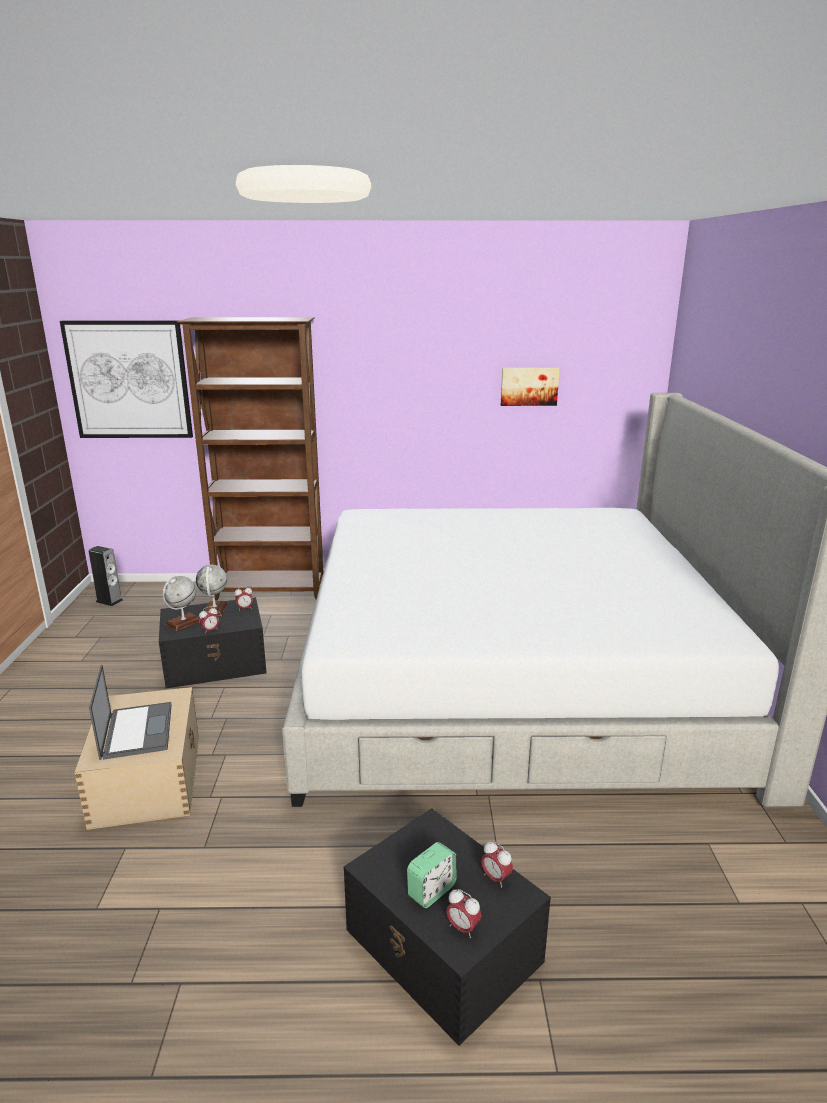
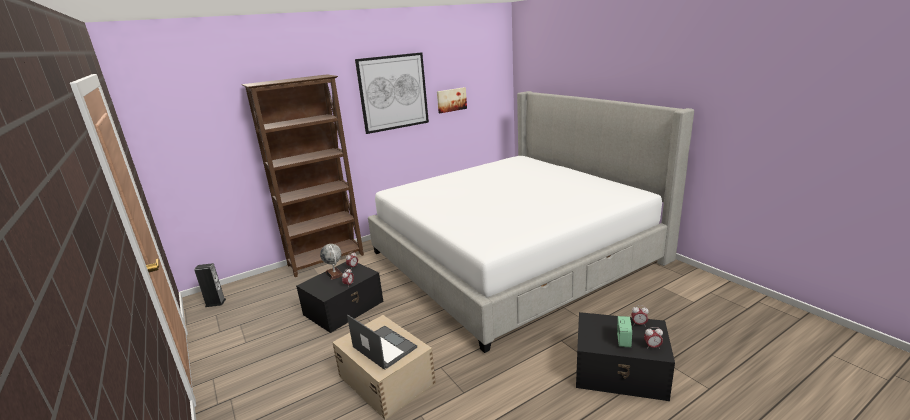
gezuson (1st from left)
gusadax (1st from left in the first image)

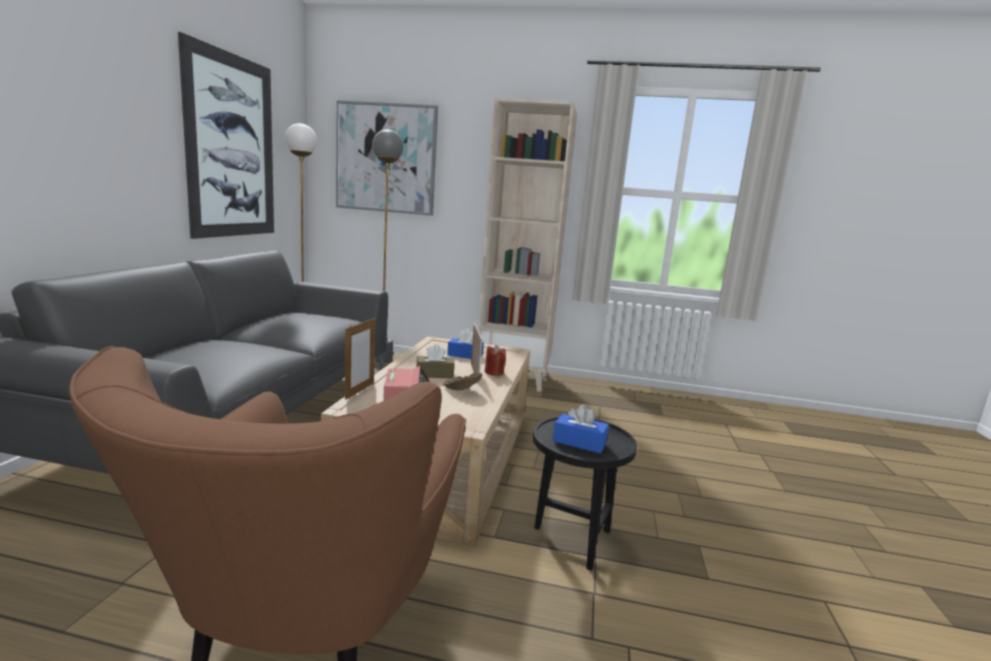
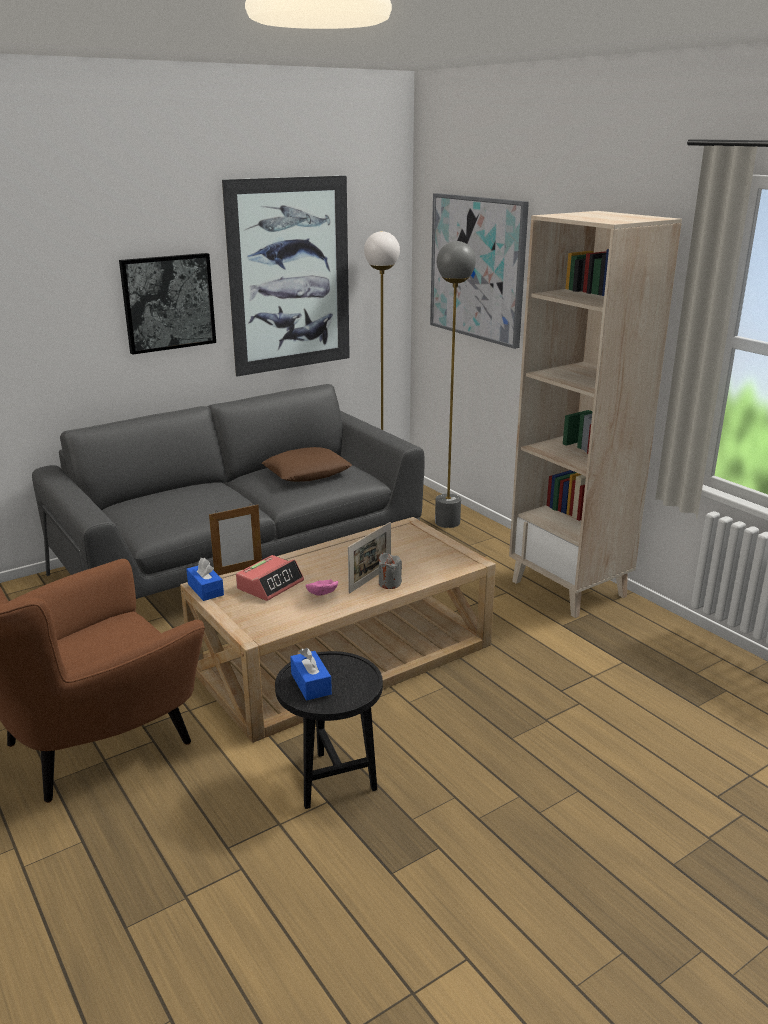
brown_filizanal
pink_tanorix
blue_filizanal (1st from left)
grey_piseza
gezuson (1st from left)
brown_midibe

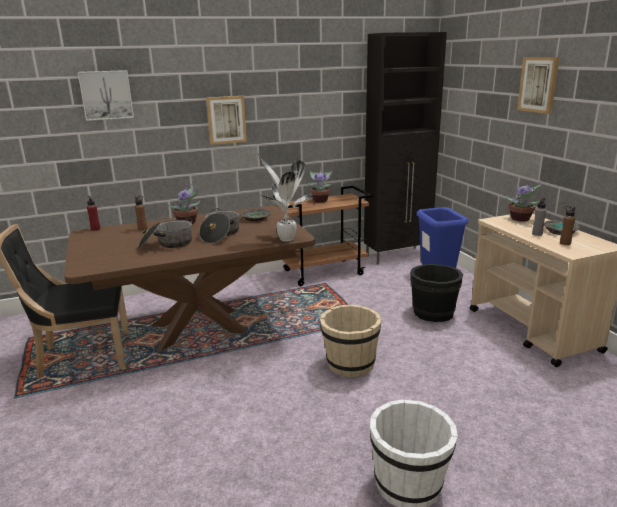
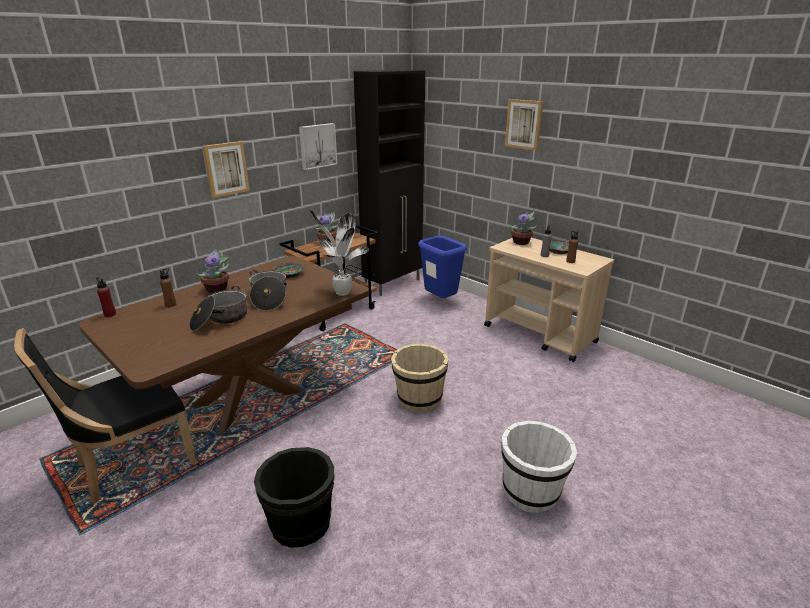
gezuson (2nd from left)
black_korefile

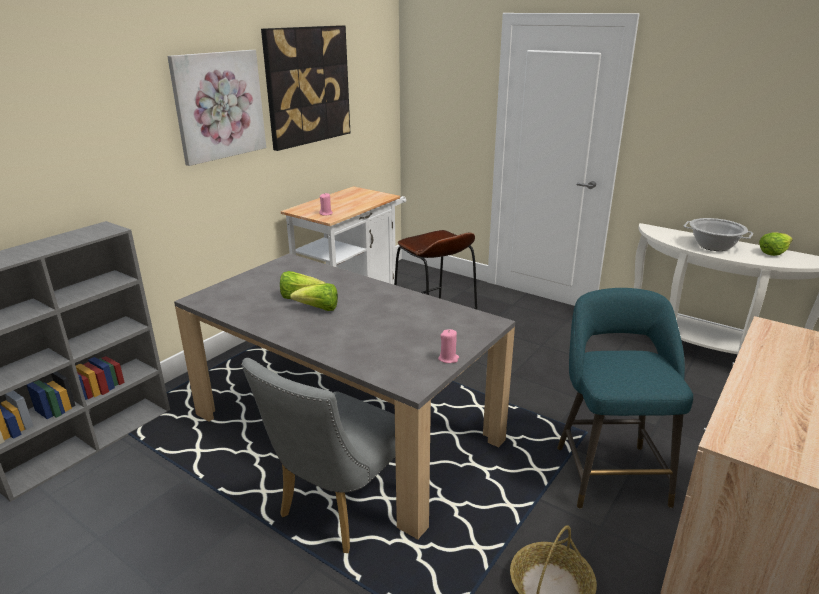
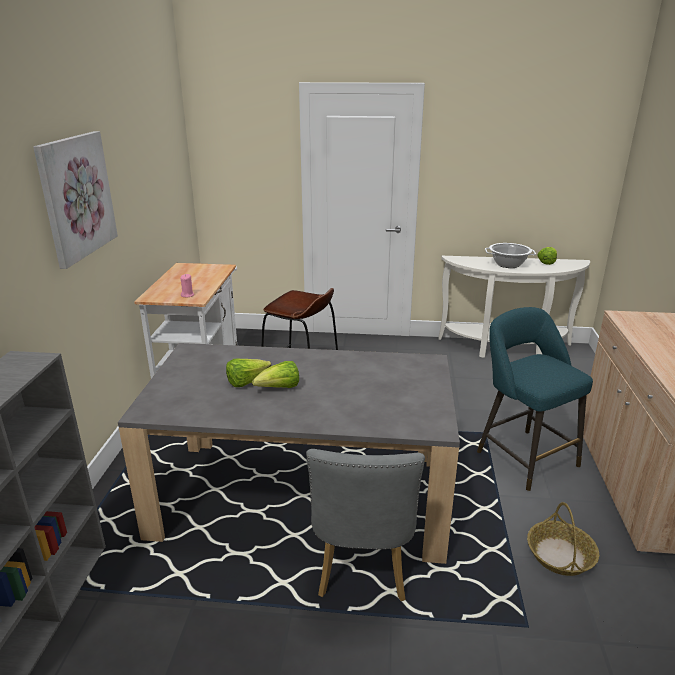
gezuson (2nd from left in the first image)
pink_piseza (2nd from left in the first image)

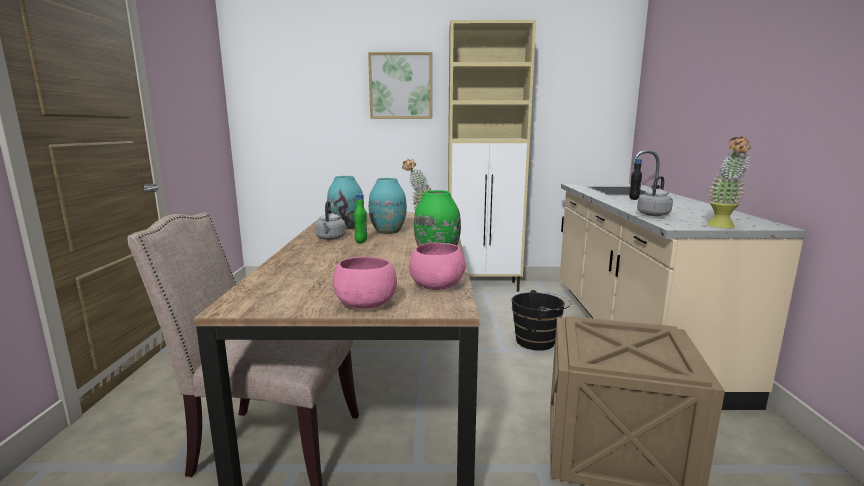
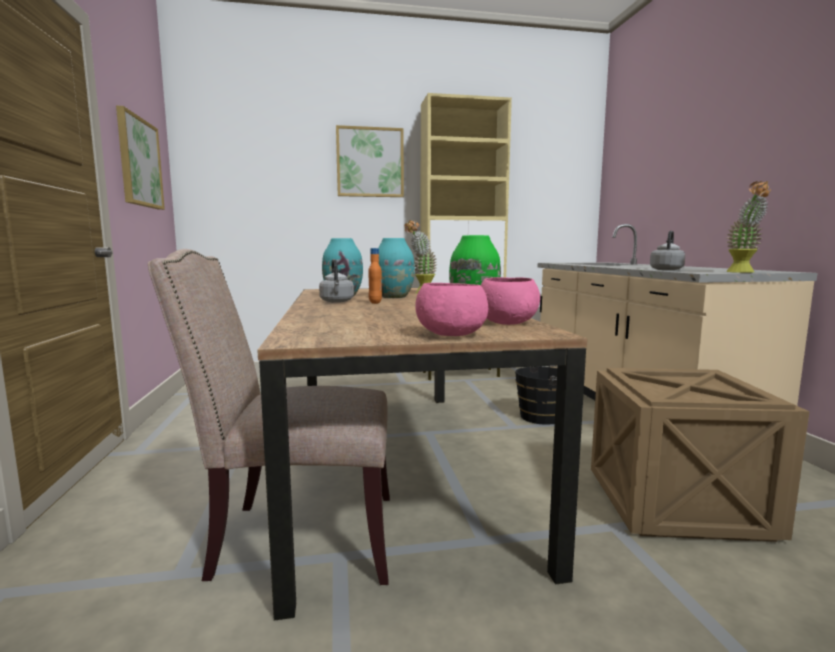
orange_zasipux
black_zasipux
gezuson (1st from left)

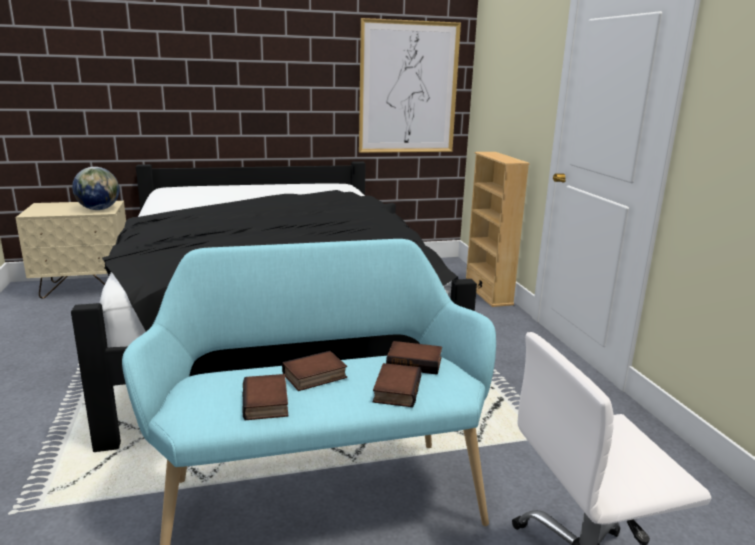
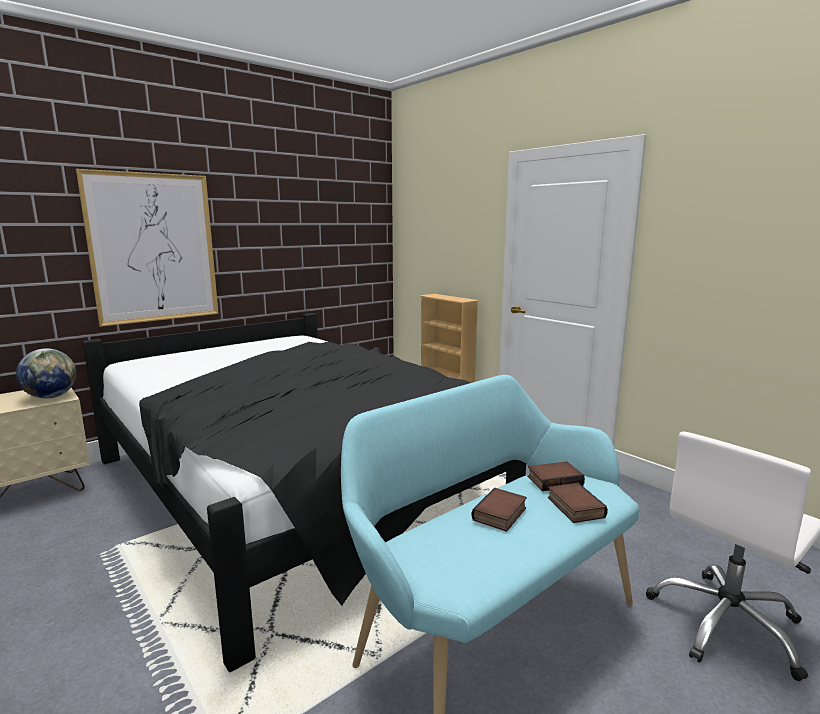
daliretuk (1st from left in the first image)
gezuson

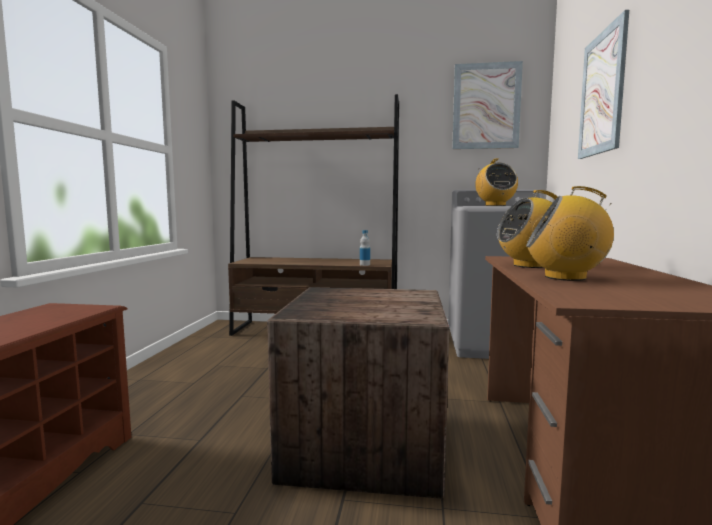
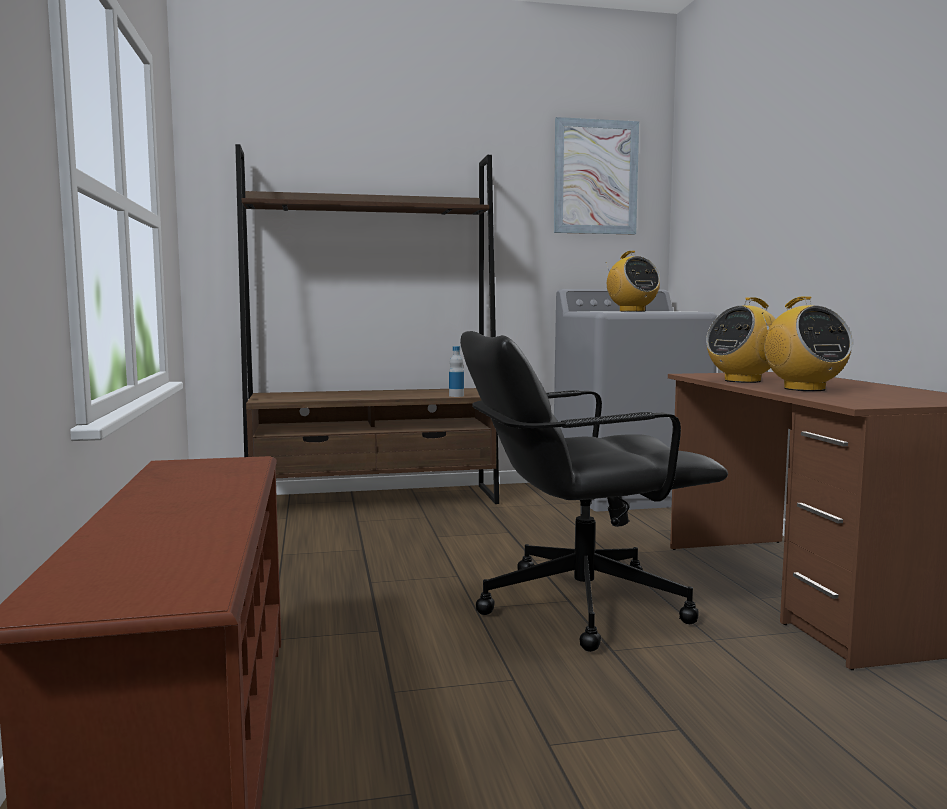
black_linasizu
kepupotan (3rd from left)
gezuson (2nd from left in the first image)

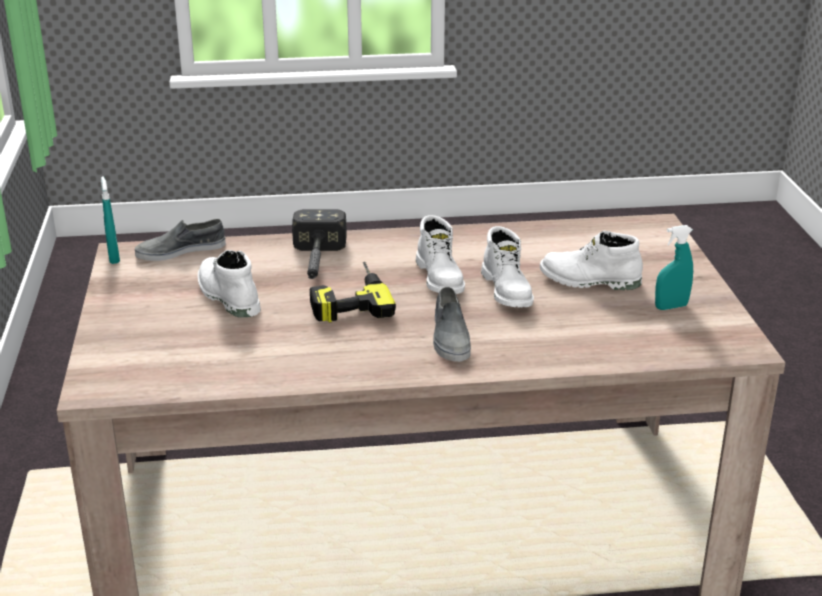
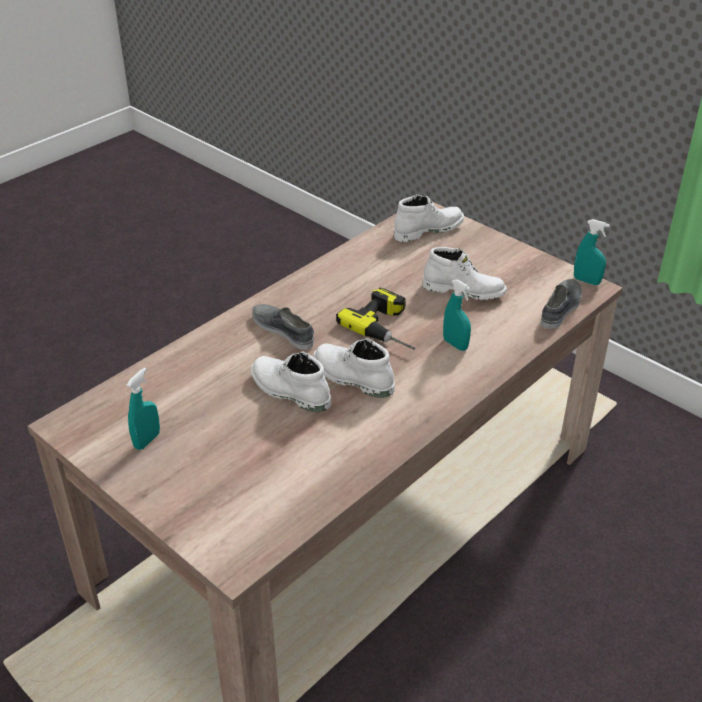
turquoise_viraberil (2nd from left)
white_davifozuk (3rd from left)

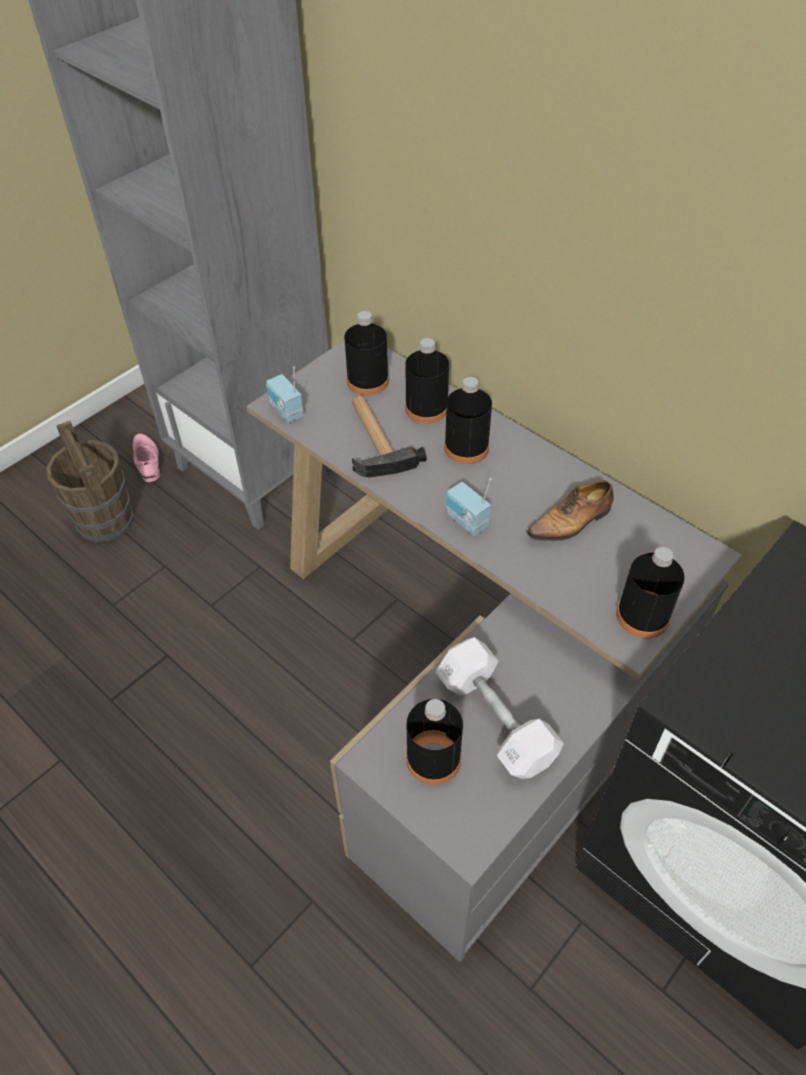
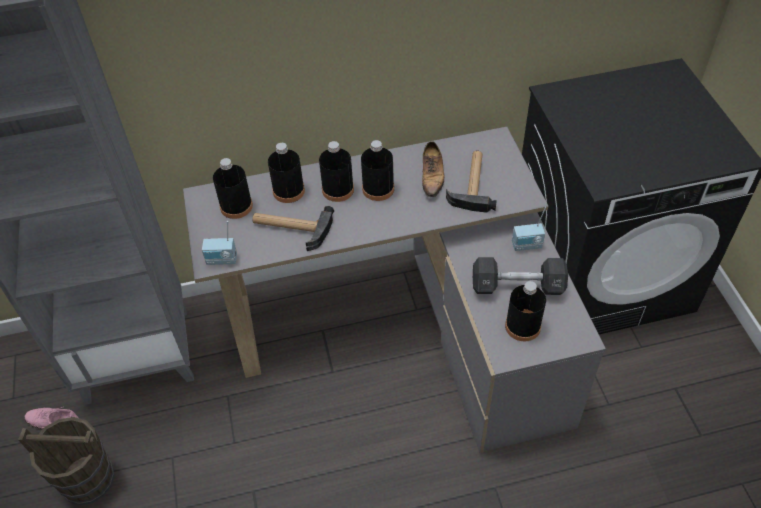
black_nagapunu
kepupotan (2nd from left)
black_zasipux (4th from left)
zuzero (2nd from left)

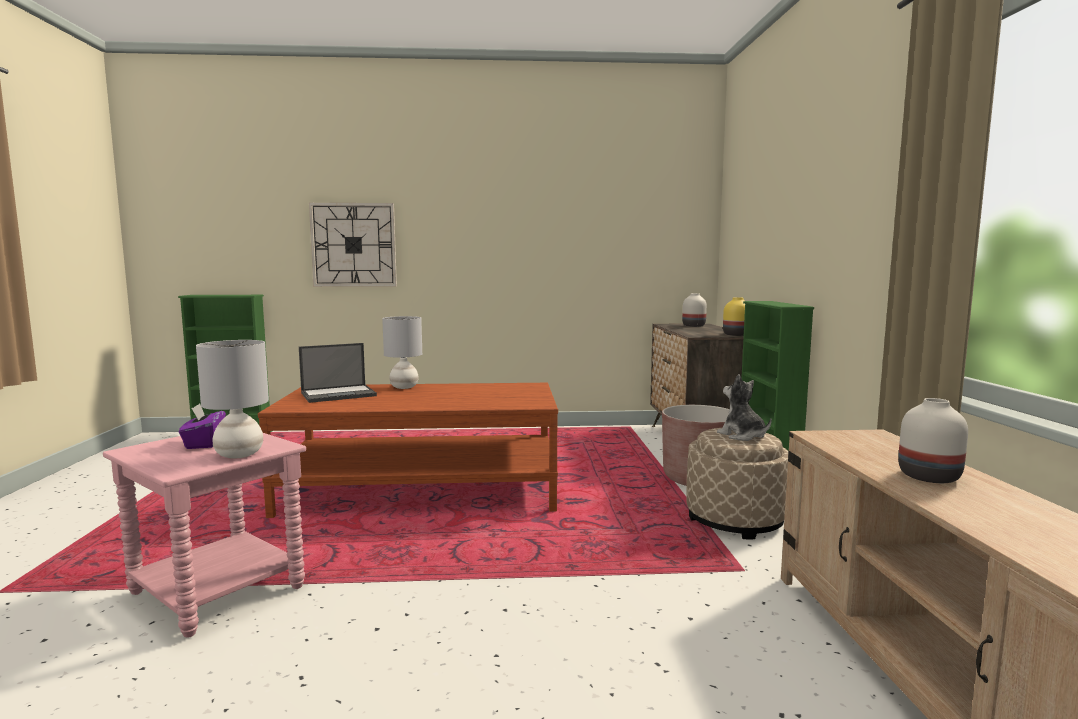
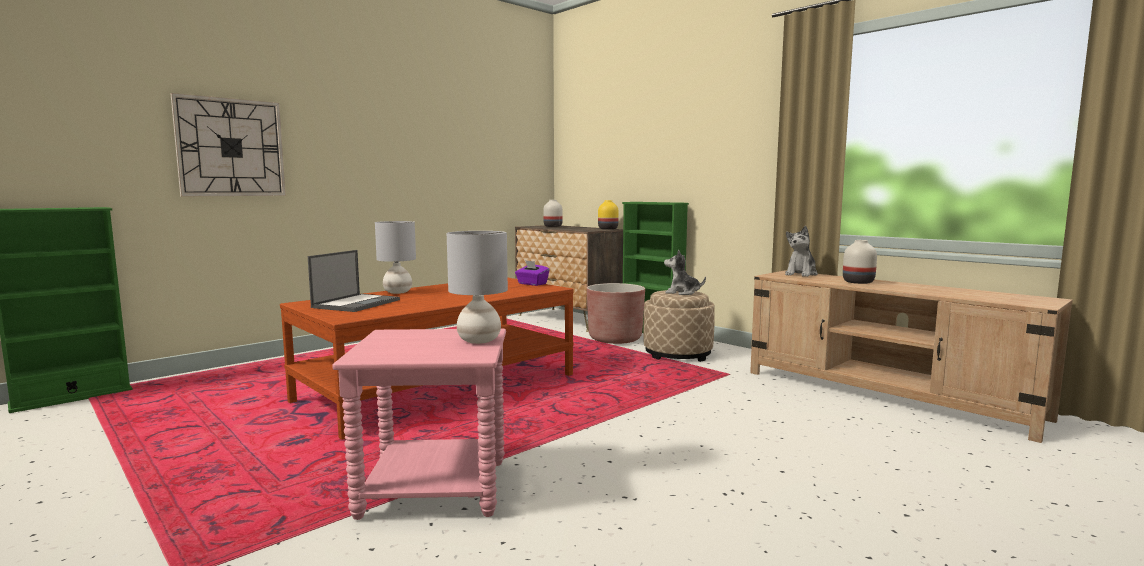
purple_filizanal
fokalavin (2nd from left)

